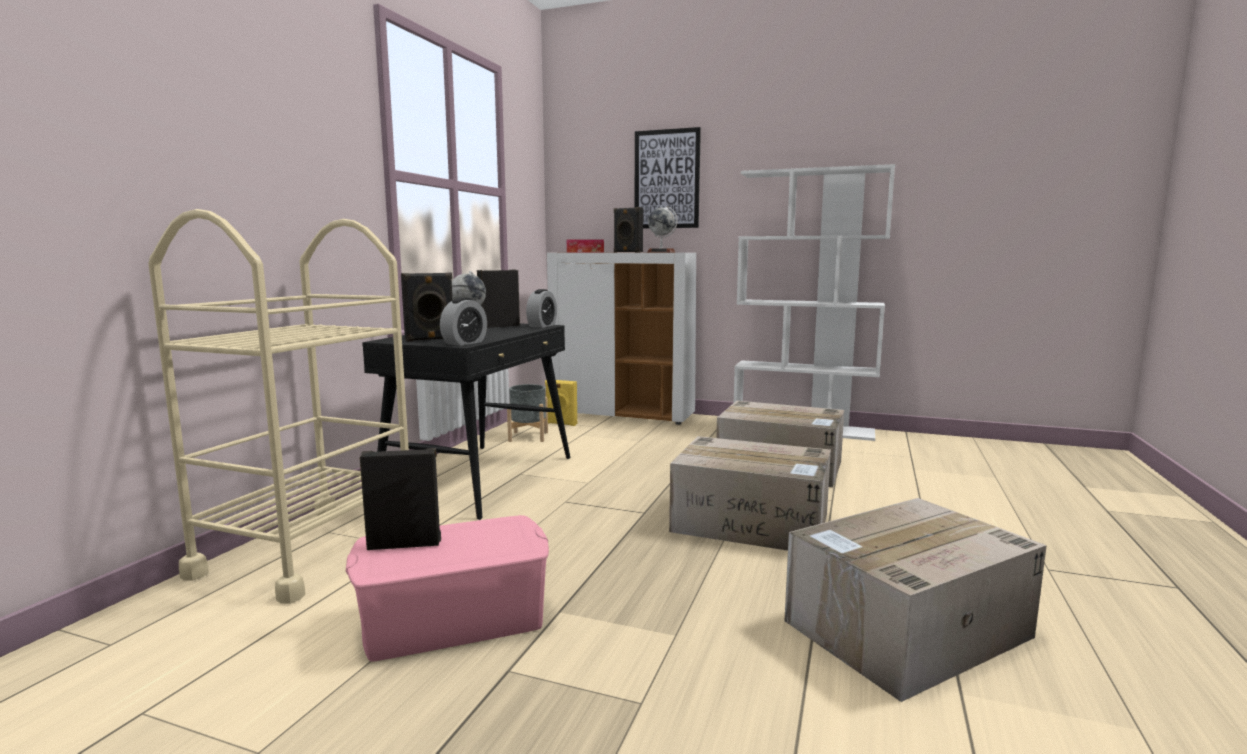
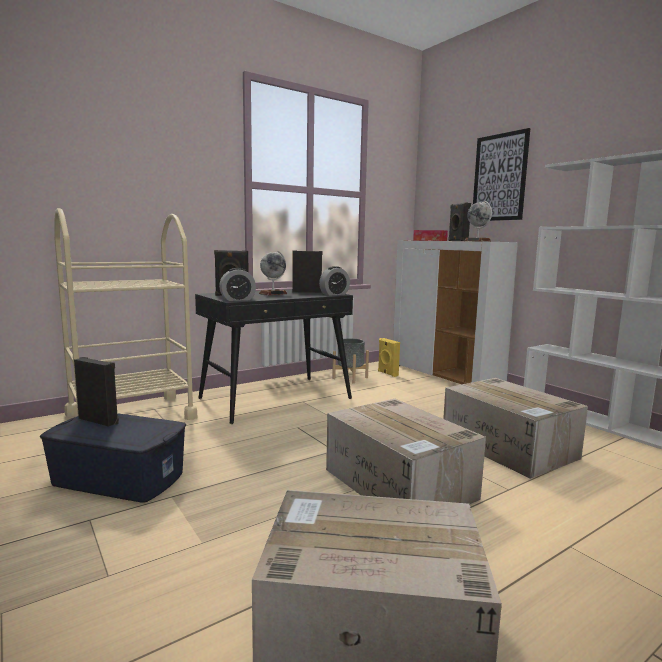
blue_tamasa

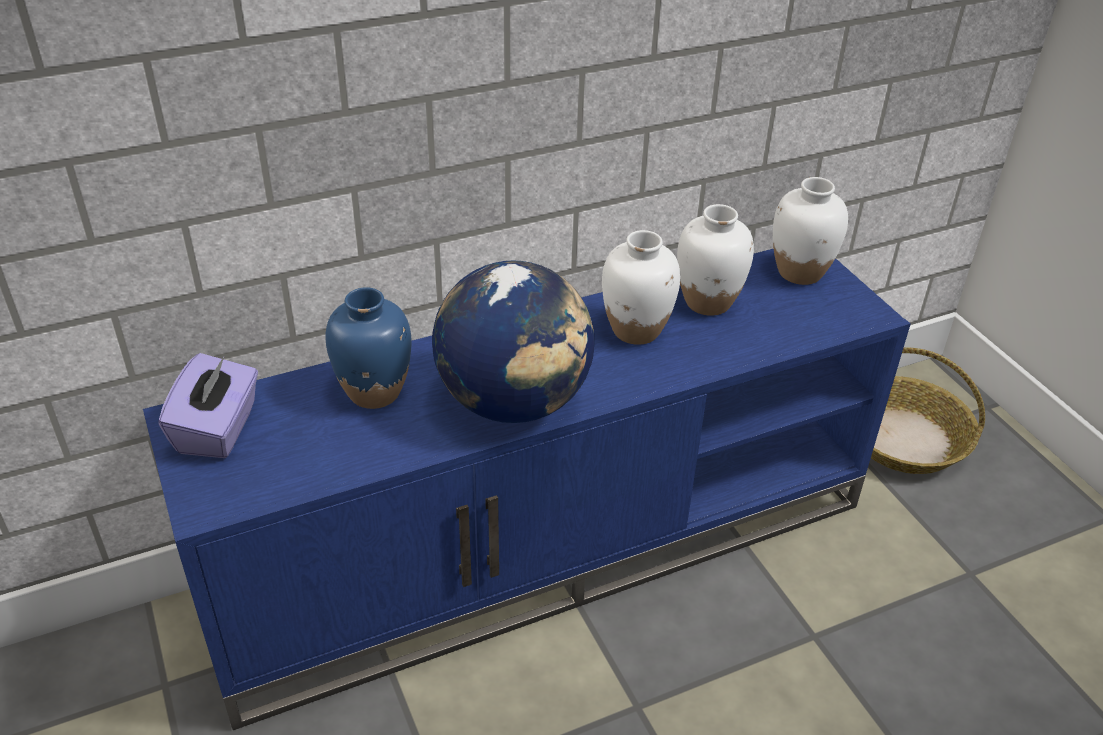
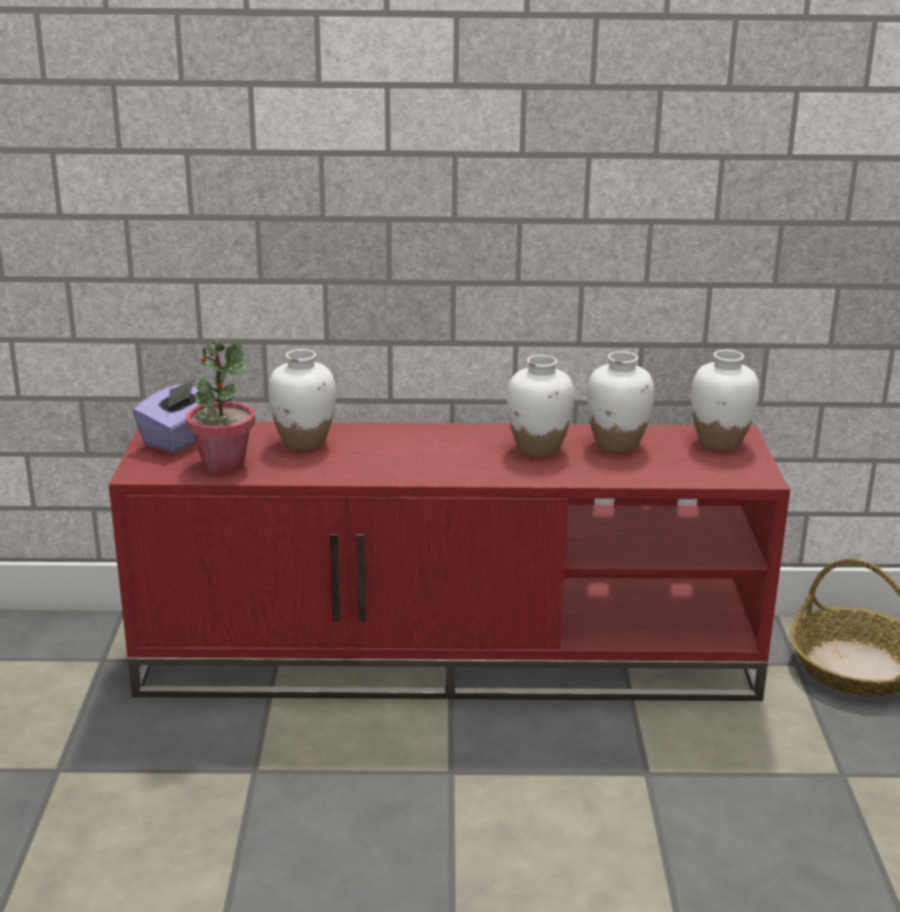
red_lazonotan
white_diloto (1st from left)
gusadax
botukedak

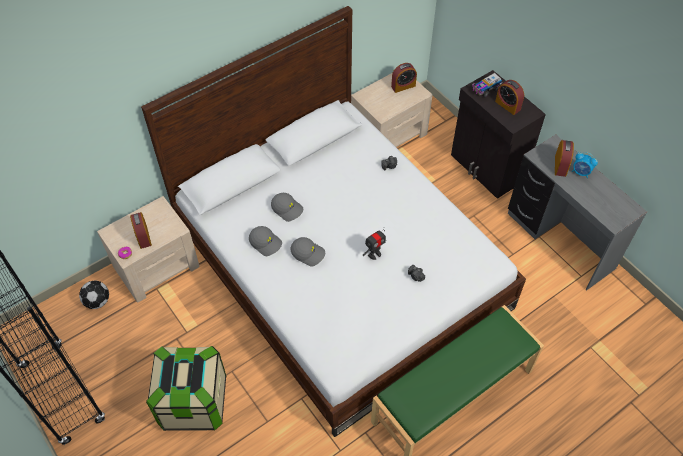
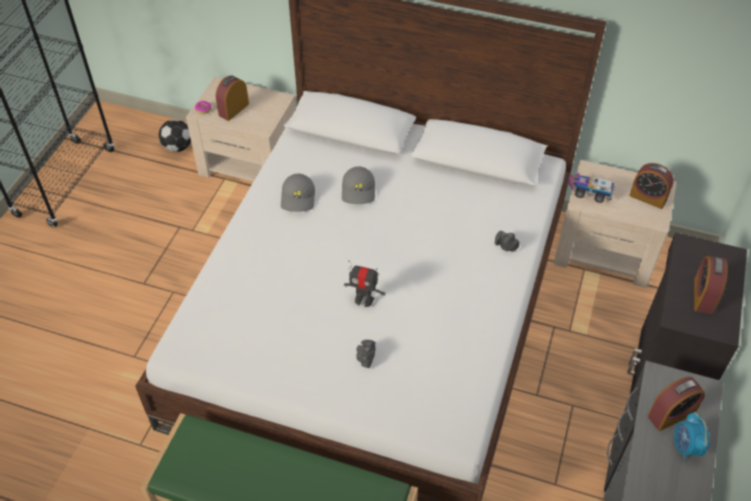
tamasa
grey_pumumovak (3rd from left in the first image)
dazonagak

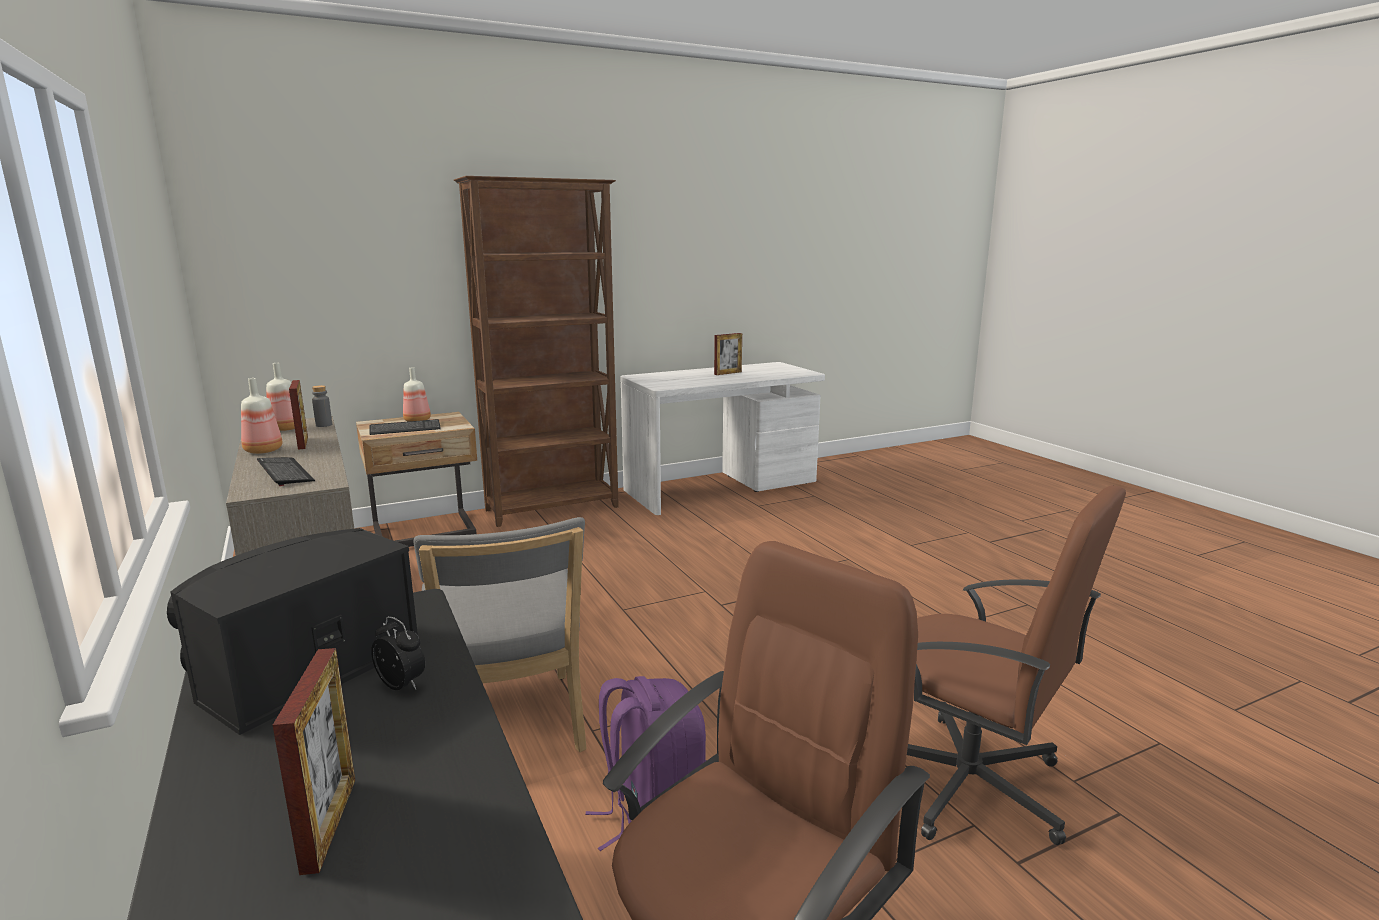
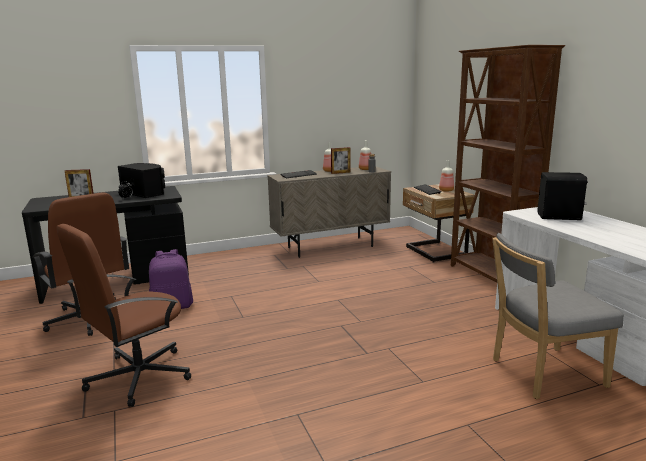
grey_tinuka
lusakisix (3rd from left in the first image)
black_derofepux (2nd from left)

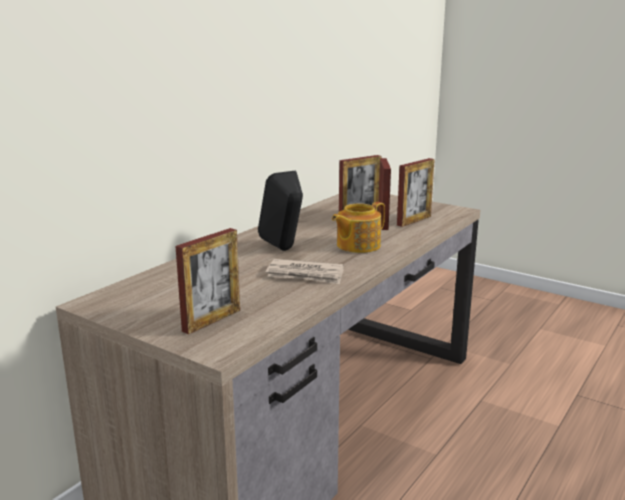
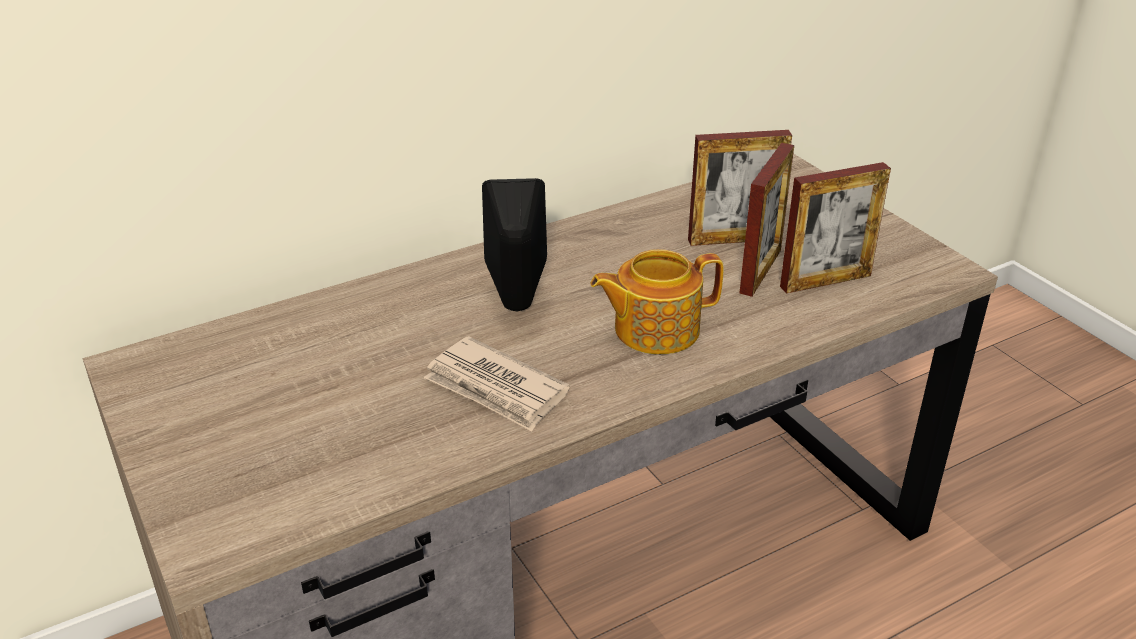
lusakisix (1st from left in the first image)

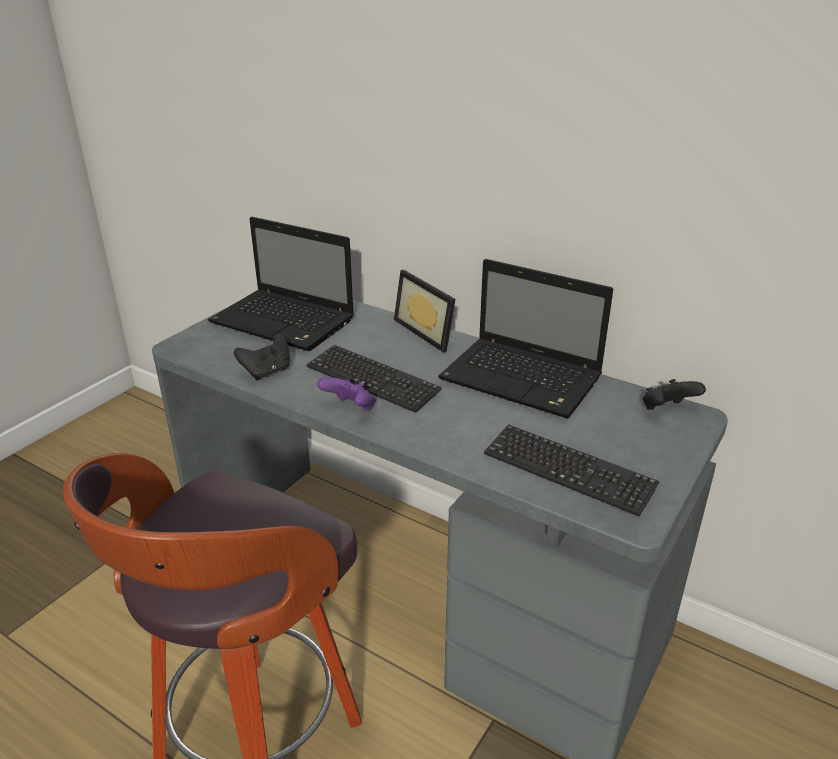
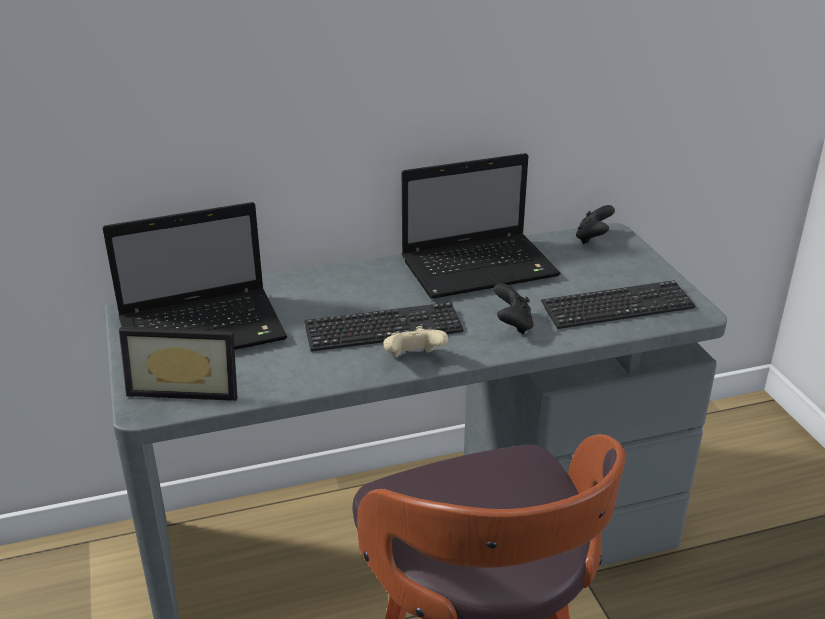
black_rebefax (1st from left)
beige_rebefax
lusakisix

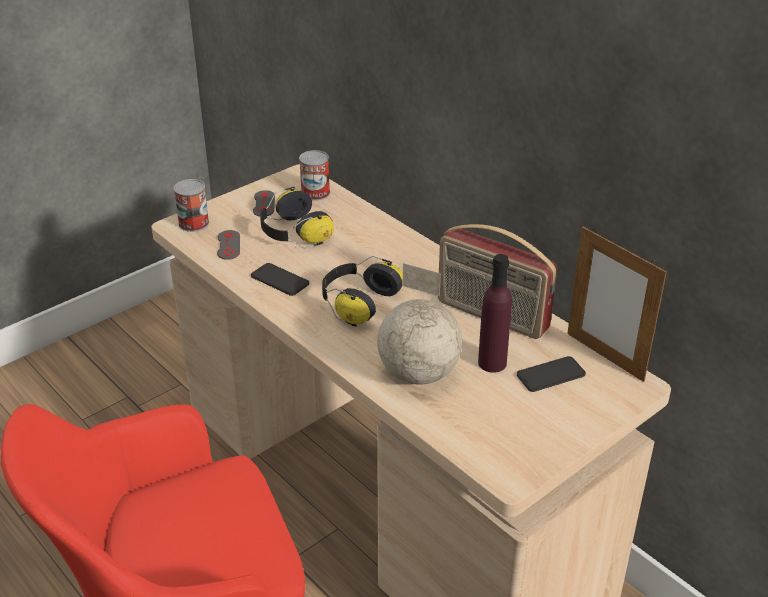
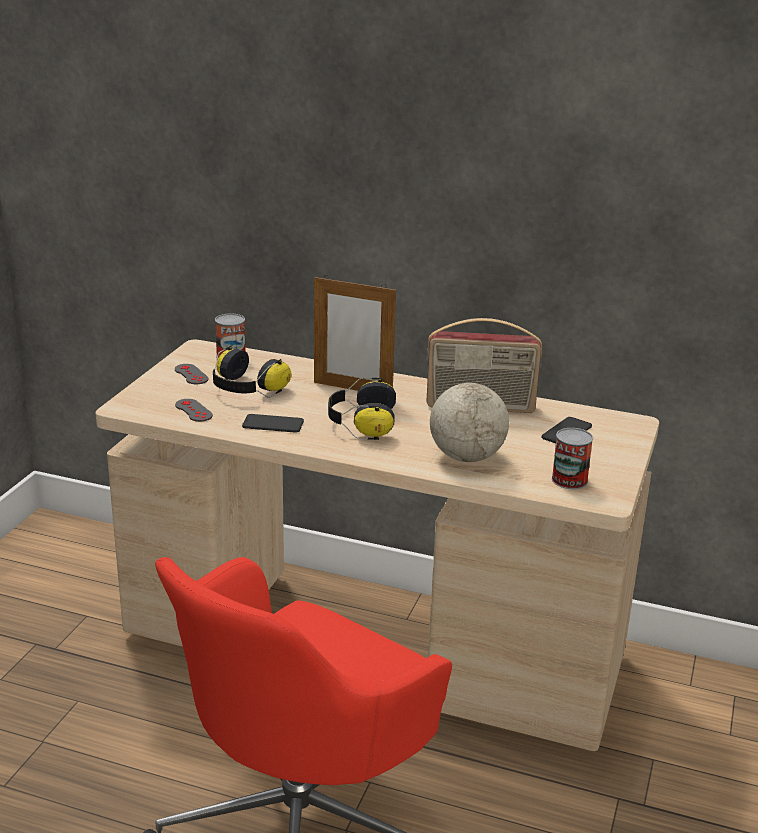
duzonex (2nd from left)
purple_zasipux
lusakisix

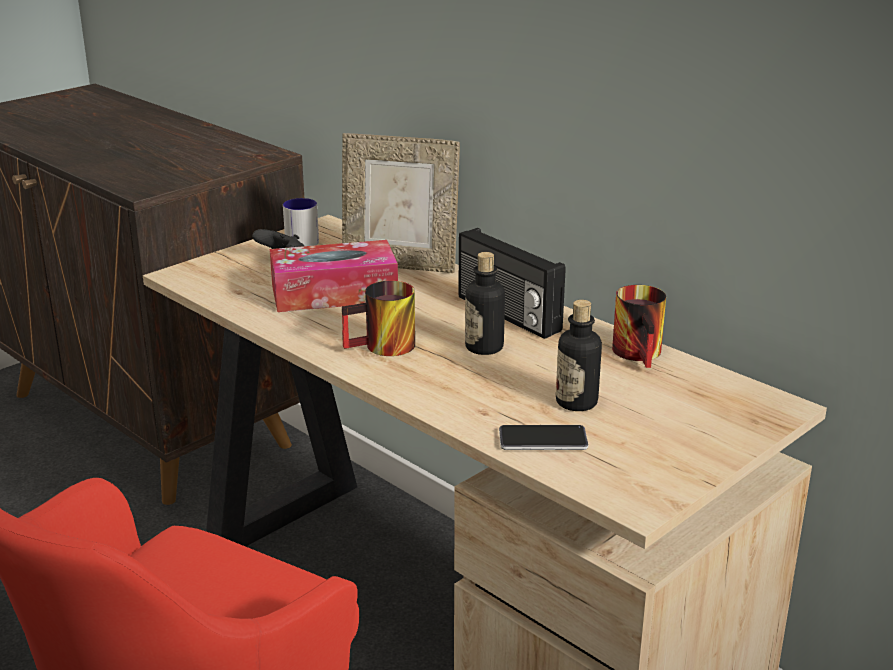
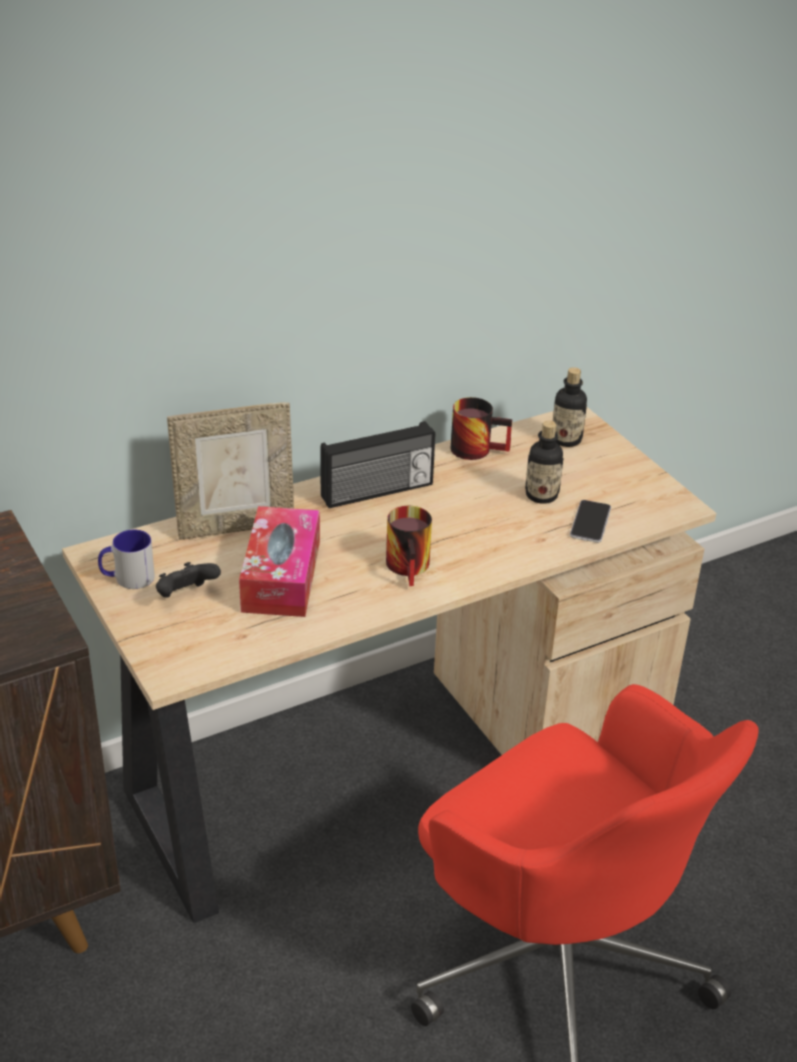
lusakisix
zasipux (2nd from left)

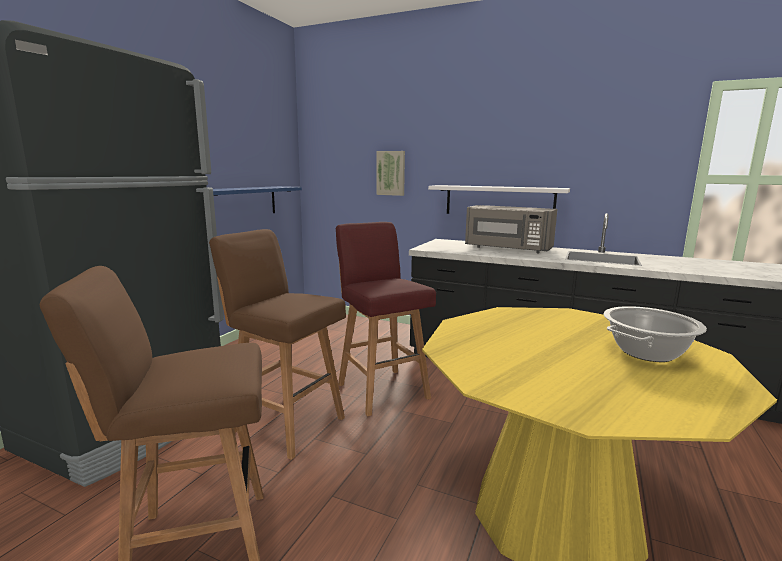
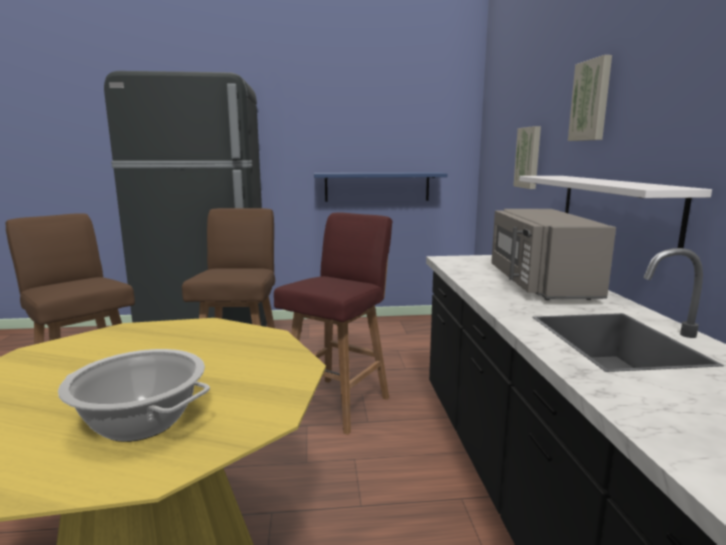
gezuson (2nd from left)

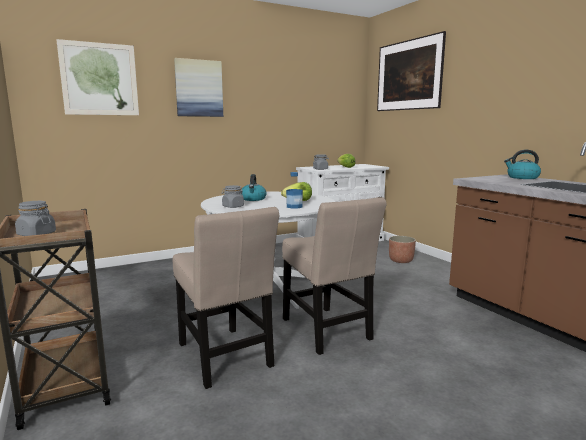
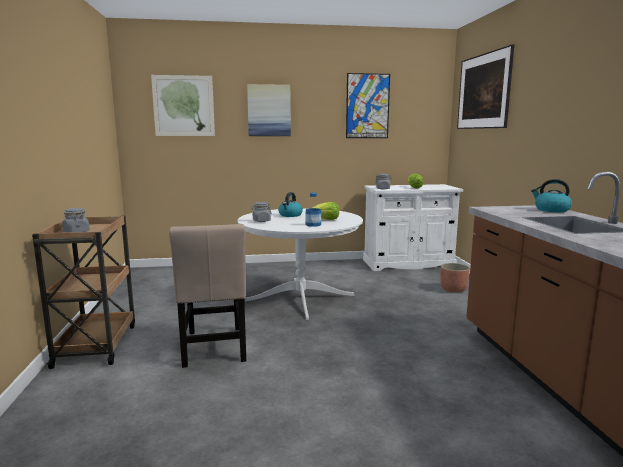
beige_tinuka (2nd from left in the first image)
gezuson (3rd from left)

